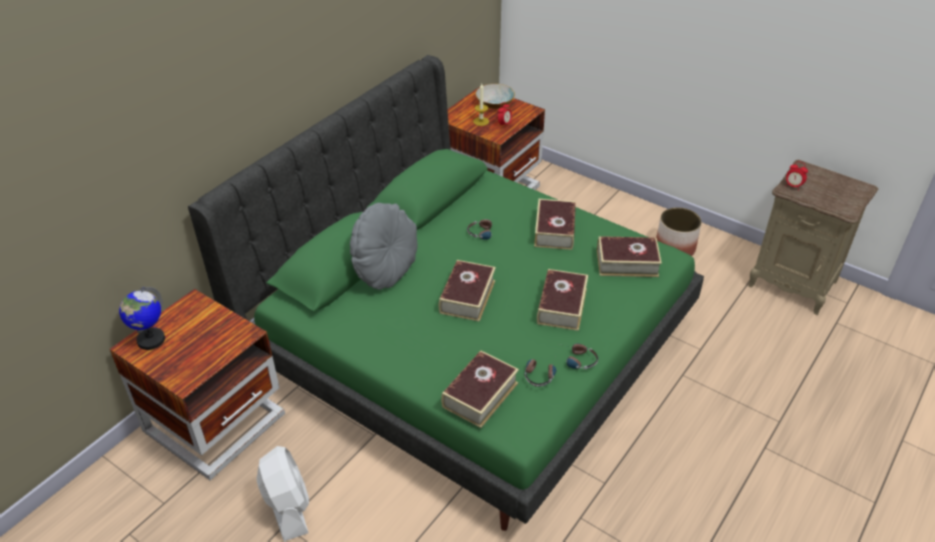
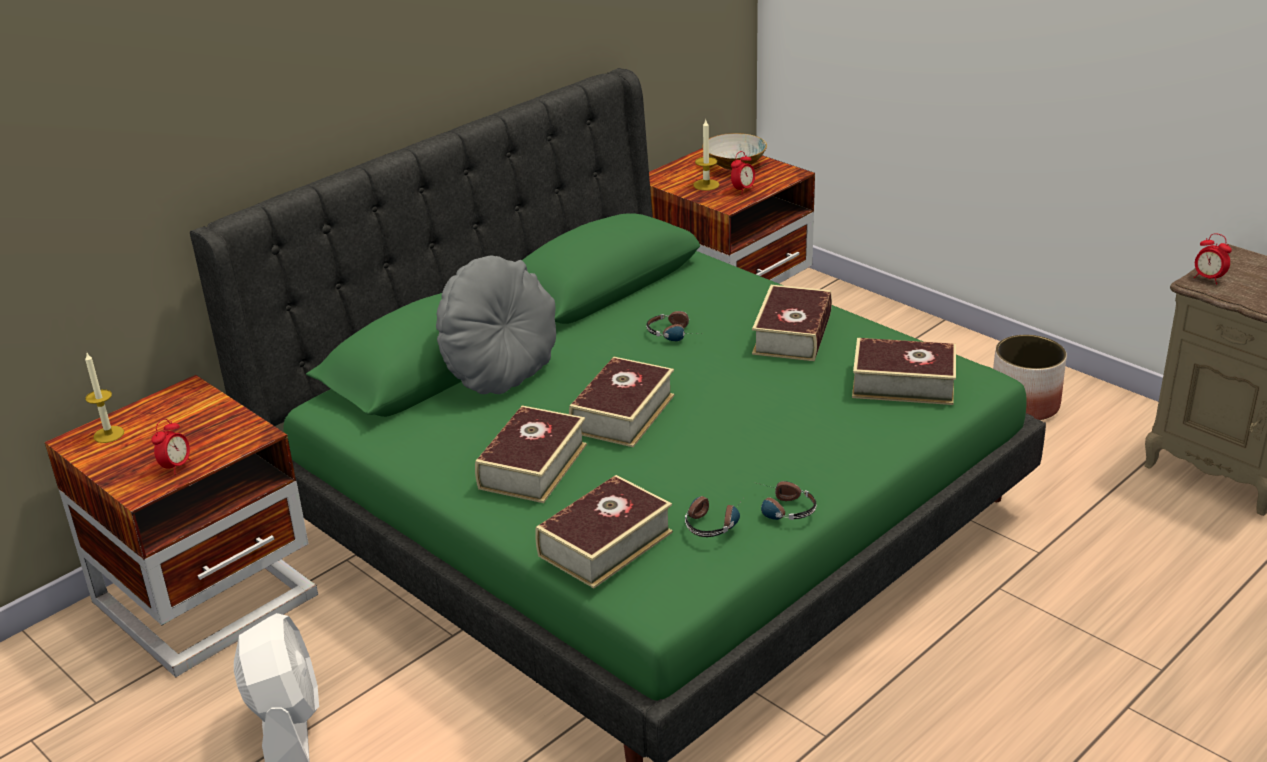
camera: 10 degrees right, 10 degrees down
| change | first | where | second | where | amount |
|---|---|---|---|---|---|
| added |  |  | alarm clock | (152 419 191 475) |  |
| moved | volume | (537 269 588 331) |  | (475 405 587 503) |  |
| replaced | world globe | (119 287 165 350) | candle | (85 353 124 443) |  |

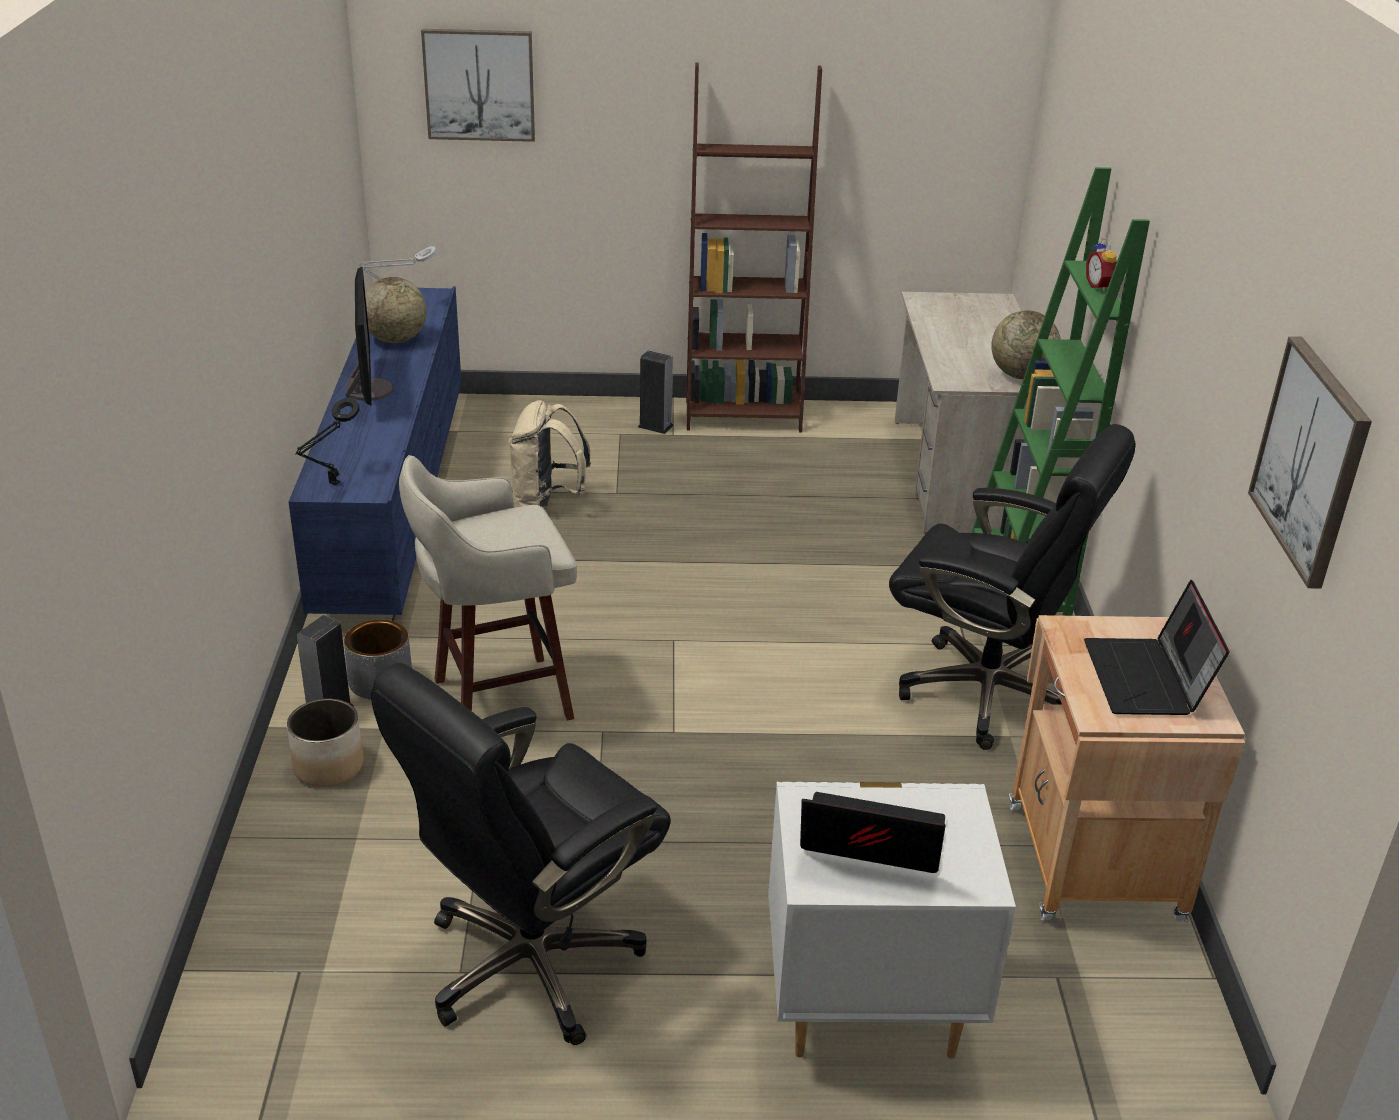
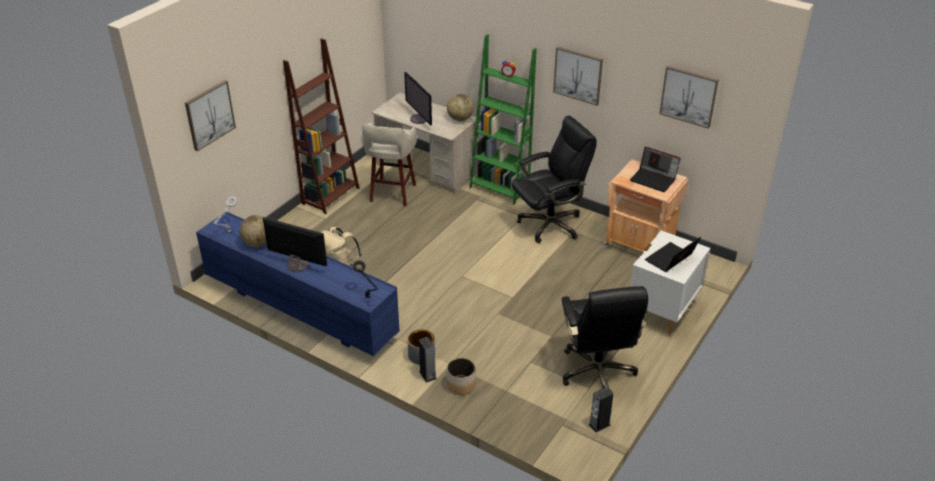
camera: 55 degrees left, 5 degrees up
| change | first | where | second | where | amount |
|---|---|---|---|---|---|
| added |  |  | computer display | (404 72 432 126) |  |
| added |  |  | wall art | (553 47 603 106) |  |
| moved | sand-coloured stool seat | (399 455 577 720) |  | (362 122 417 206) |  |
| moved | audio speaker | (638 351 674 434) |  | (588 386 614 432) |  |

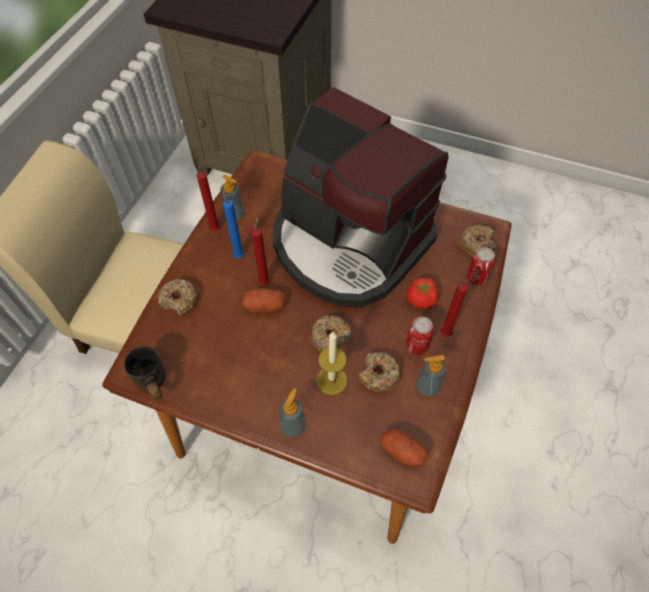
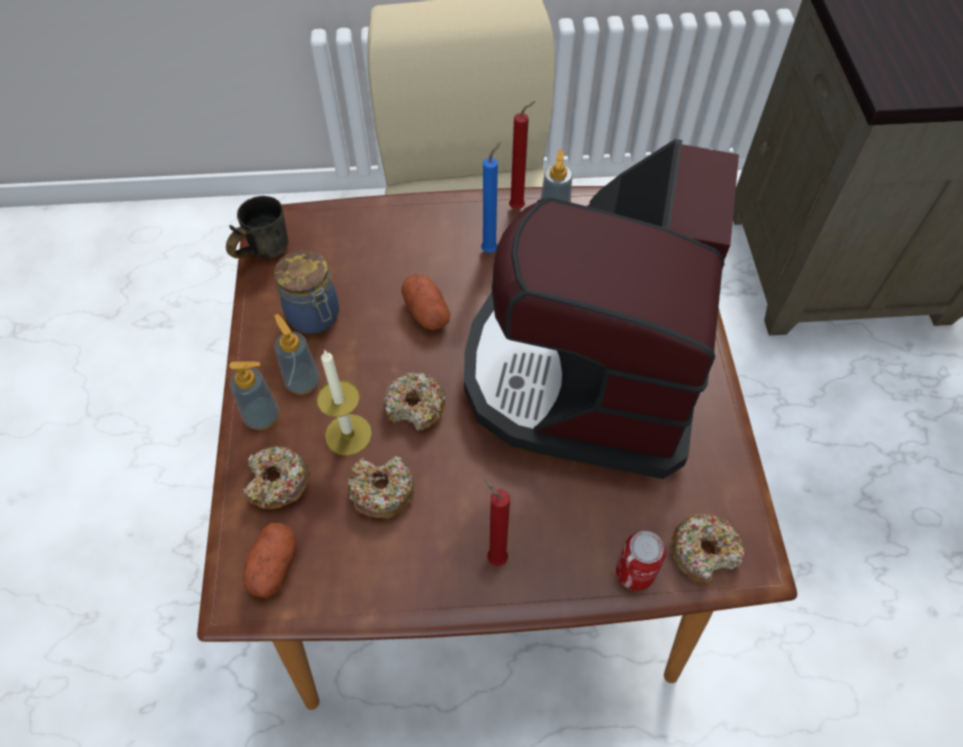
camera: 65 degrees right, 0 degrees up
| change | first | where | second | where | amount |
|---|---|---|---|---|---|
| removed | reddish candle | (251 217 270 285) |  |  |  |
| removed | fresh tomato | (406 278 438 309) |  |  |  |
| removed | sealed can | (406 317 434 355) |  |  |  |
| added |  |  | storage jar | (274 250 339 334) |  |
| moved | ring doughnut | (158 279 198 315) |  | (243 446 310 509) |  |
| moved | soap dispenser | (416 355 446 397) |  | (274 314 320 395) |  |

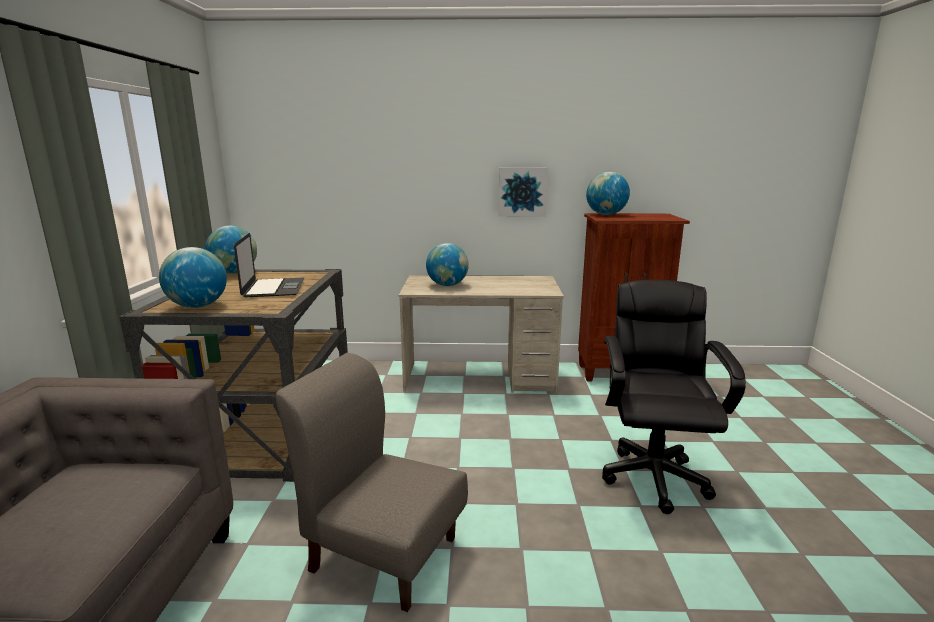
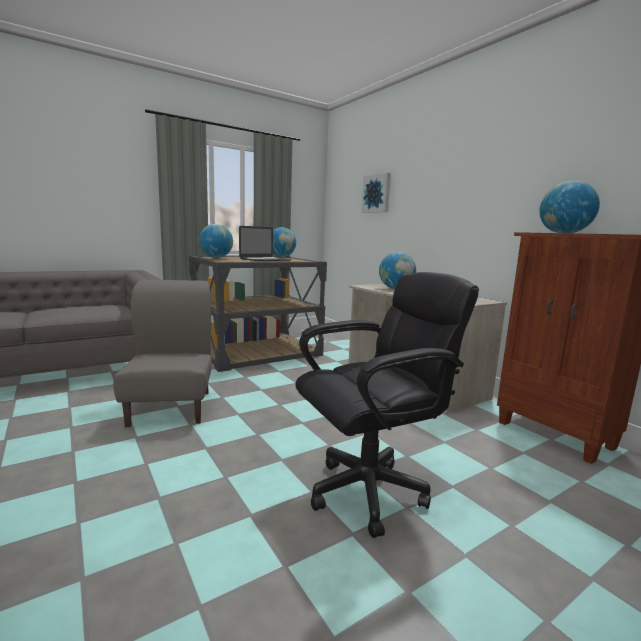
camera: 55 degrees right, 5 degrees down
| change | first | where | second | where | amount |
|---|---|---|---|---|---|
| moved | wall art | (498 167 548 217) |  | (361 173 391 213) |  |

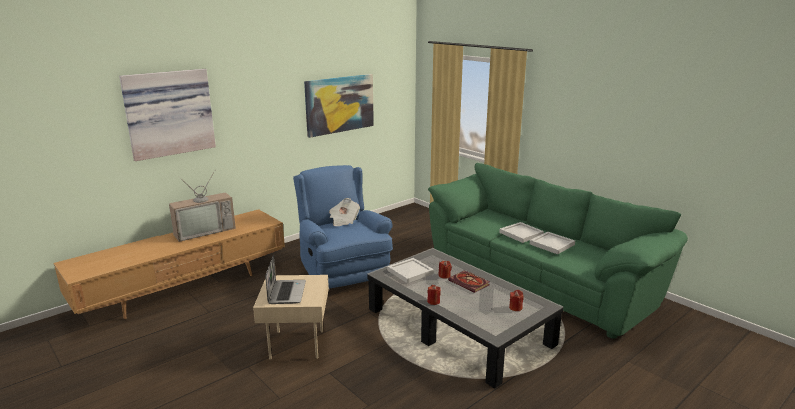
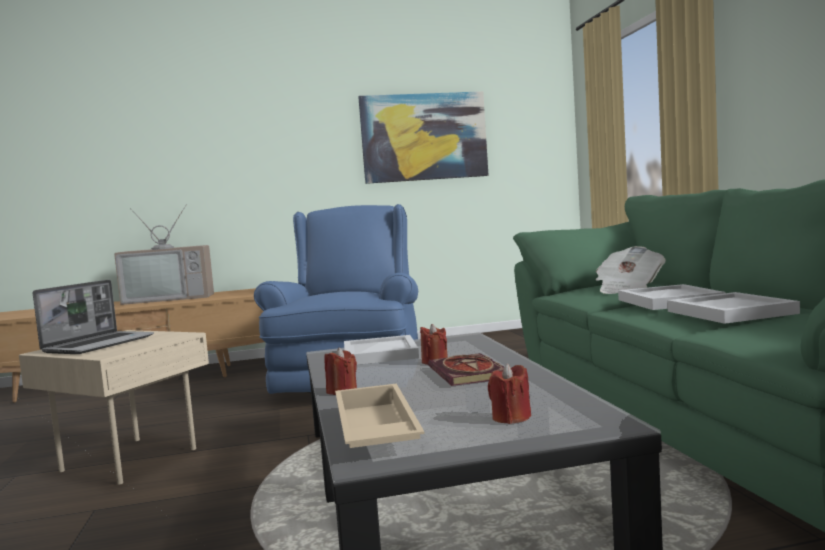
camera: 30 degrees right, 15 degrees down
| change | first | where | second | where | amount |
|---|---|---|---|---|---|
| removed | wall art | (119 69 216 161) |  |  |  |
| added |  |  | sand-coloured serving tray | (335 384 425 448) |  |
| moved | daily paper | (329 198 360 226) |  | (596 246 666 294) |  |

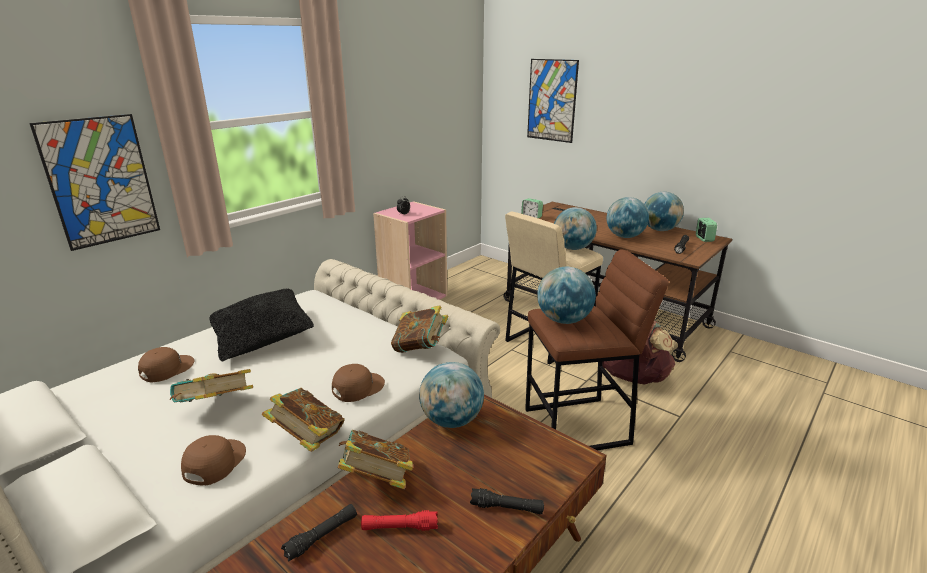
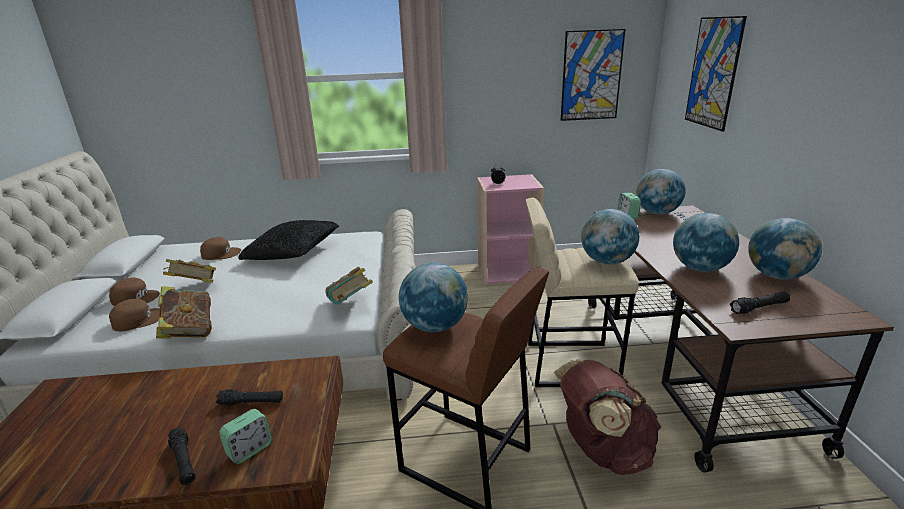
camera: 45 degrees right, 0 degrees up
| change | first | where | second | where | amount |
|---|---|---|---|---|---|
| removed | volume | (338 430 413 489) |  |  |  |
| removed | reddish hand torch | (361 510 438 531) |  |  |  |
| moved | wall art | (29 114 160 251) |  | (561 29 625 121) |  |
| moved | black-coloured hand torch | (281 504 357 562) |  | (216 389 283 406) |  |
| moved | brown peaked cap | (332 364 385 402) |  | (109 278 160 306) |  |
| moved | world globe | (419 362 484 428) |  | (637 169 686 214) |  |
| moved | alarm clock | (696 218 717 242) |  | (219 409 272 464) |  |

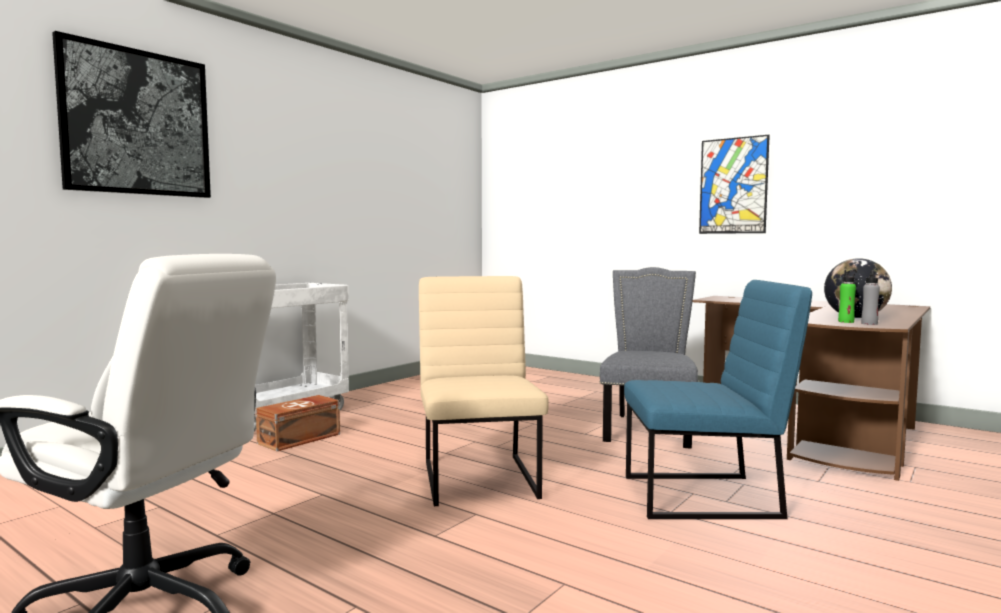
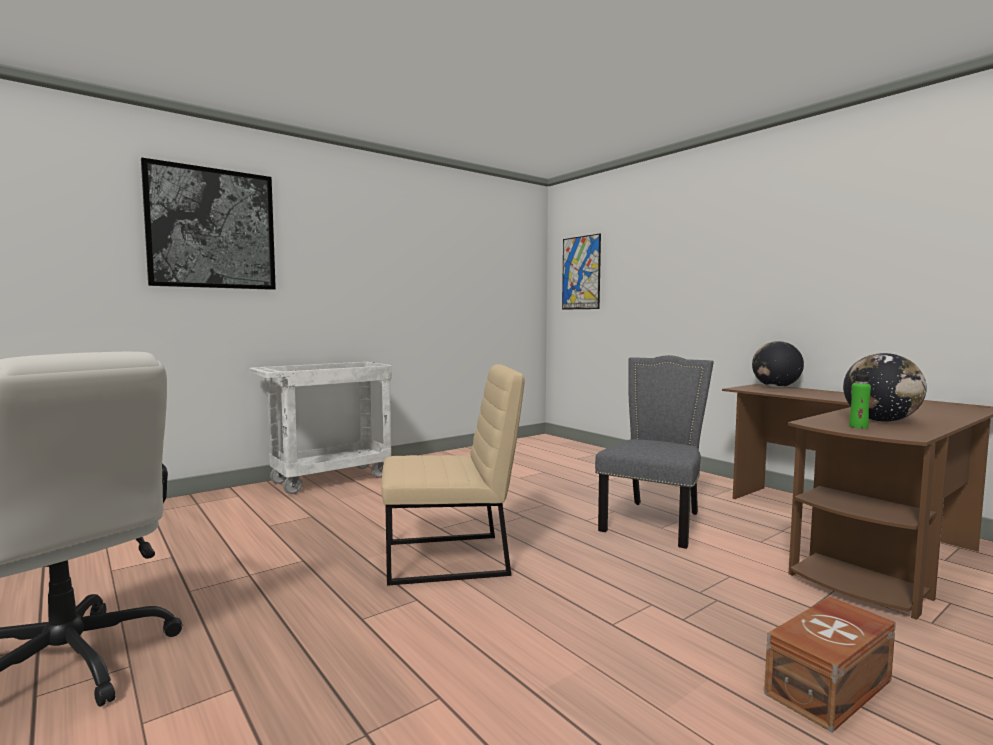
camera: 15 degrees right, 0 degrees up
| change | first | where | second | where | amount |
|---|---|---|---|---|---|
| removed | blue-coloured chair | (624 280 812 519) |  |  |  |
| removed | gray beverage bottle | (861 270 880 325) |  |  |  |
| added |  |  | world globe | (752 341 804 387) |  |
| moved | brown storage container | (256 395 340 451) |  | (764 596 896 733) |  |
| moved | wall art | (699 135 770 234) |  | (562 233 601 310) |  |
| turned | sand-coloured chair | (419 276 549 506) |  | (381 364 524 586) | 75 degrees clockwise |

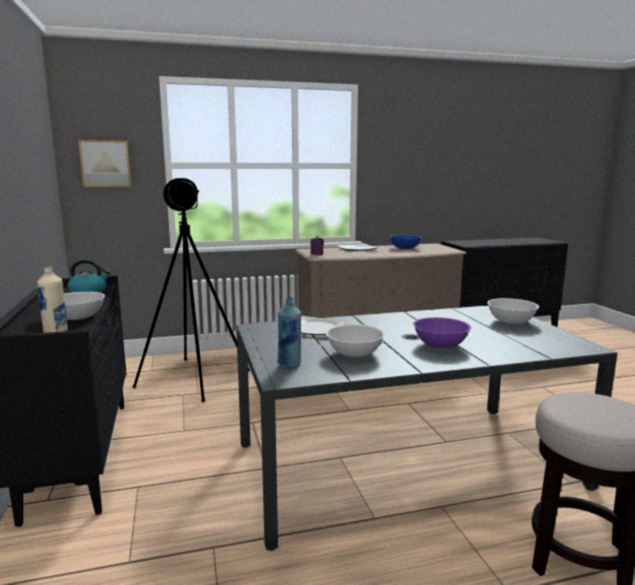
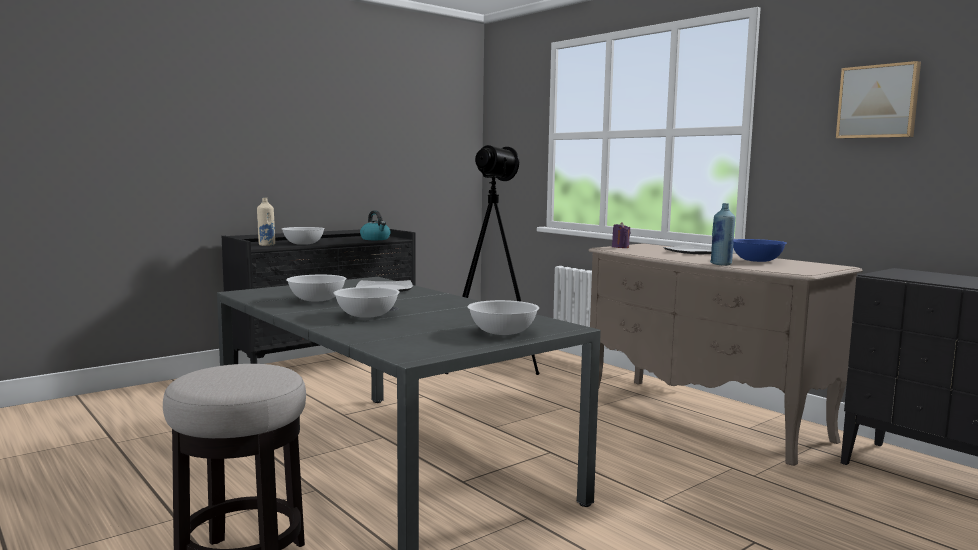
camera: 65 degrees right, 5 degrees down
| change | first | where | second | where | amount |
|---|---|---|---|---|---|
| moved | wall art | (78 140 131 187) |  | (836 61 921 139) |  |
| moved | blue-coloured beverage bottle | (278 297 301 367) |  | (711 203 735 266) |  |
| recoloured | purple-coloured deep dish | (413 317 471 348) | whitish deep dish | (334 287 400 318) |  |

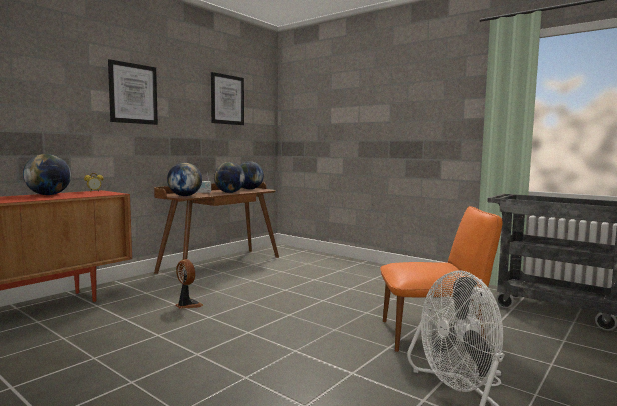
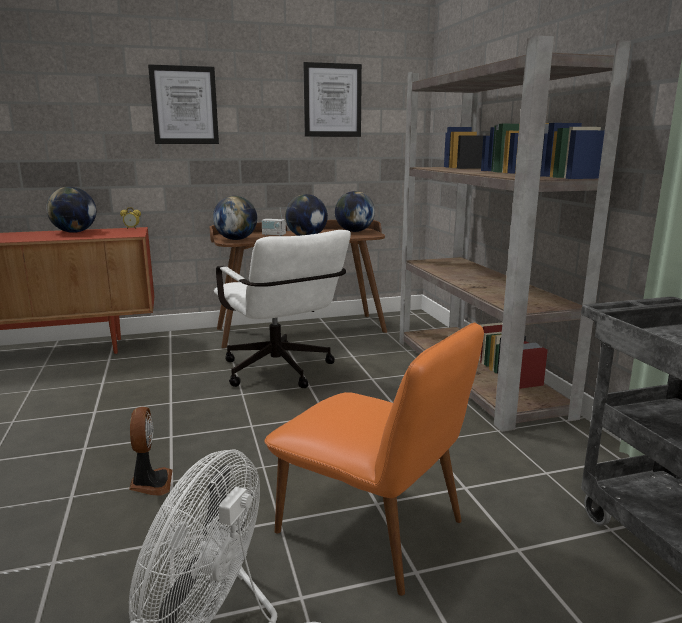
camera: 35 degrees right, 10 degrees up
| change | first | where | second | where | amount |
|---|---|---|---|---|---|
| added |  |  | whitish desk chair | (214 230 351 388) |  |
| added |  |  | brown bookshelf | (399 35 631 432) |  |
| moved | cooling fan | (175 259 203 309) |  | (129 407 173 496) |  |

